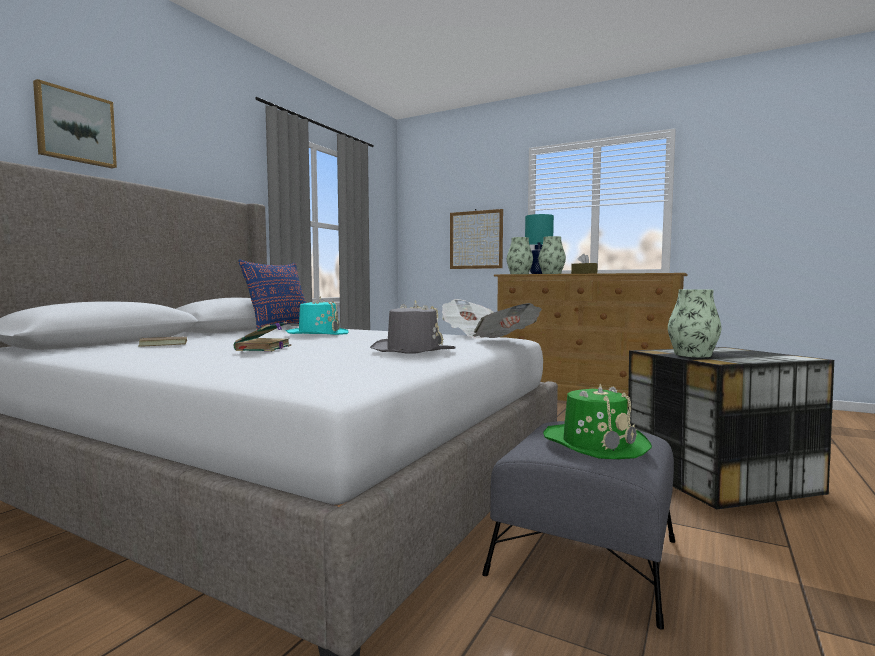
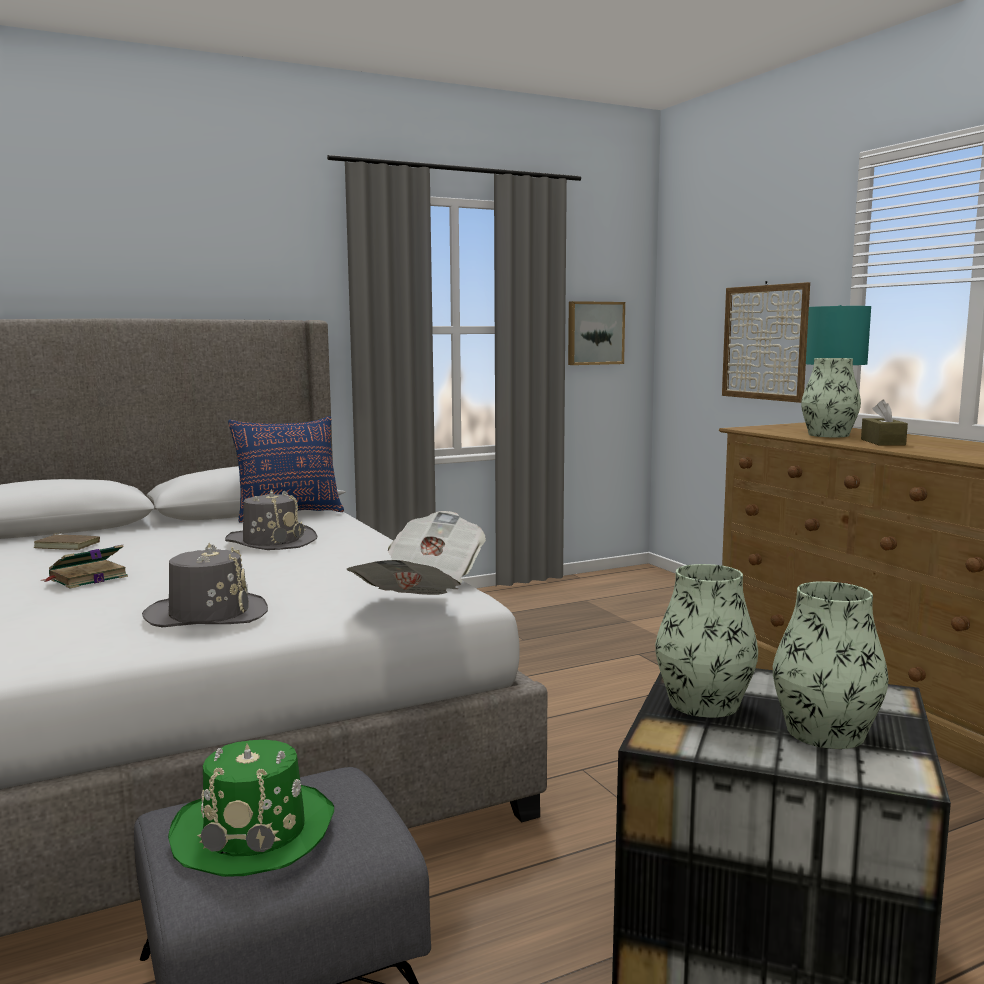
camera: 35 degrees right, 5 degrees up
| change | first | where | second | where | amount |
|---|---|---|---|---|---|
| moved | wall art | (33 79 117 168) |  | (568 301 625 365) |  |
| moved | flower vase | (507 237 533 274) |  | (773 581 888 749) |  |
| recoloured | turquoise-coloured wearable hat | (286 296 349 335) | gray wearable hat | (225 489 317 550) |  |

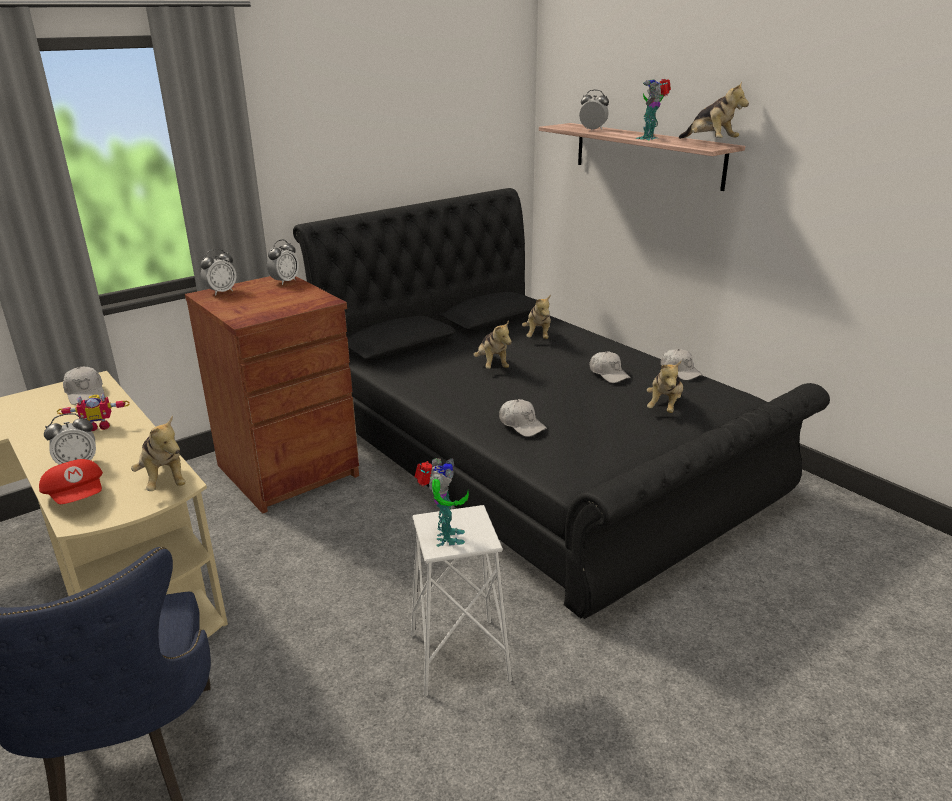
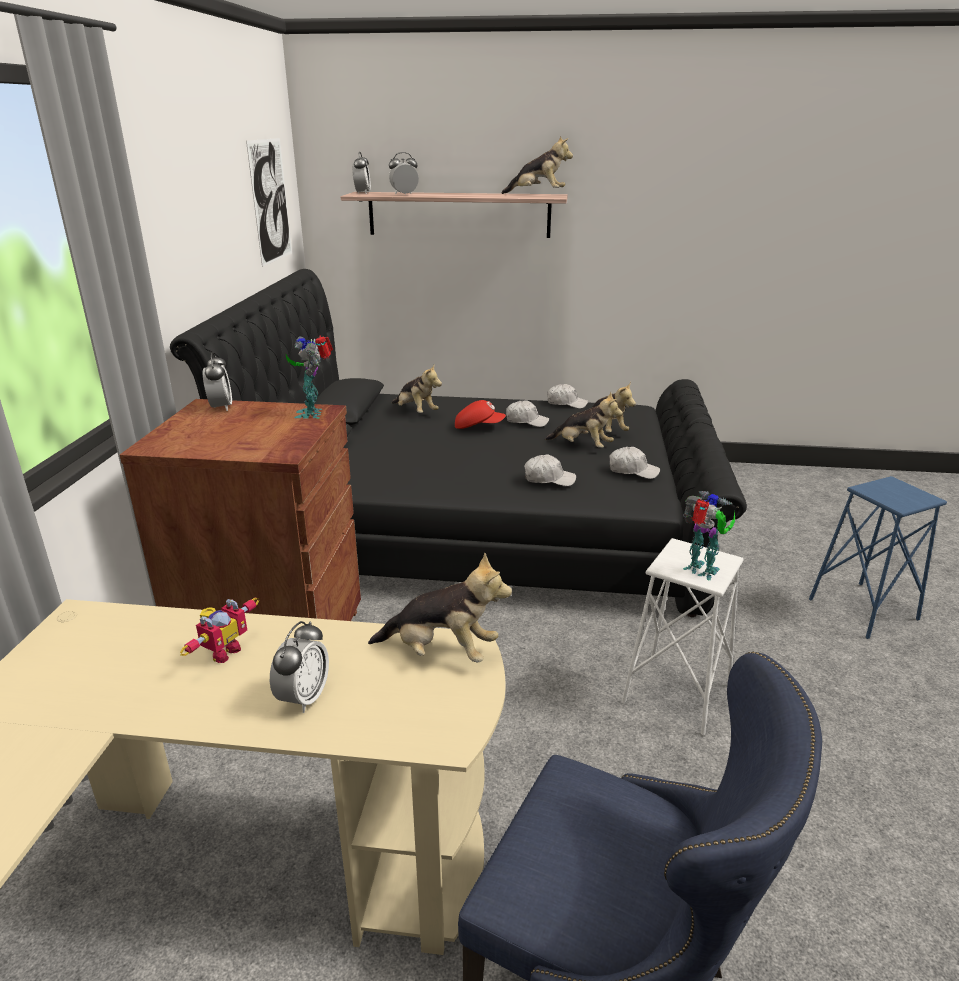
camera: 45 degrees left, 0 degrees up
| change | first | where | second | where | amount |
|---|---|---|---|---|---|
| added |  |  | wall art | (246 138 292 267) |  |
| added |  |  | blue-coloured stool seat | (809 476 947 639) |  |
| moved | reddish peaked cap | (39 459 103 504) |  | (455 400 506 429) |  |
| moved | whitish peaked cap | (63 367 104 405) |  | (609 447 660 479) |  |
| moved | alarm clock | (200 249 236 295) |  | (352 152 371 193) |  |
| moved | soft toy | (473 320 512 369) |  | (545 392 623 448) |  |
| moved | toy robot | (635 79 671 140) |  | (286 336 333 419) |  |

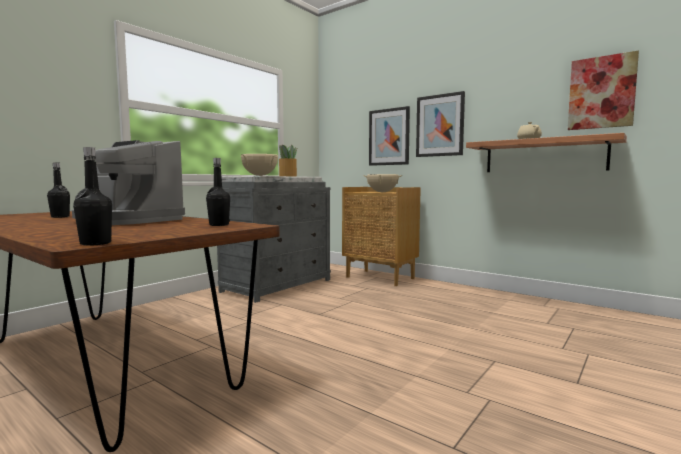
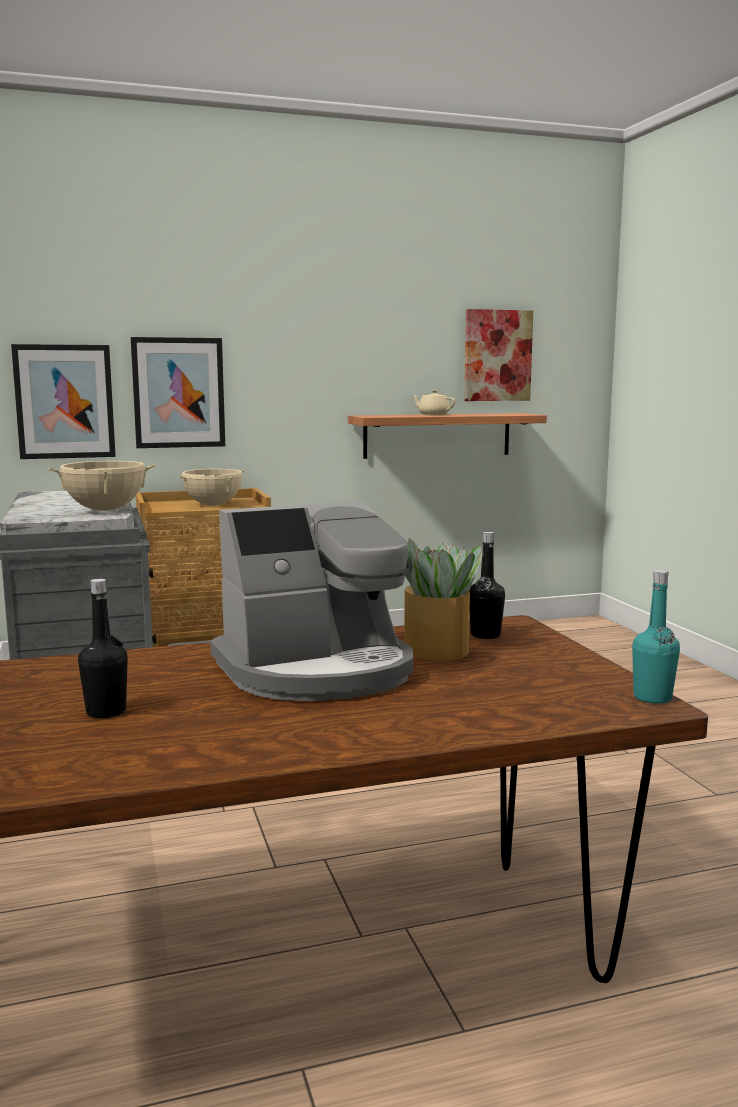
camera: 55 degrees left, 5 degrees up
| change | first | where | second | where | amount |
|---|---|---|---|---|---|
| moved | potted plant | (279 145 298 177) |  | (404 538 483 661) |  |
| moved | wall art | (416 91 465 157) |  | (11 344 116 459) |  |
| recoloured | black-coloured beverage bottle | (73 147 112 246) | turquoise-coloured beverage bottle | (632 570 680 704) |  |

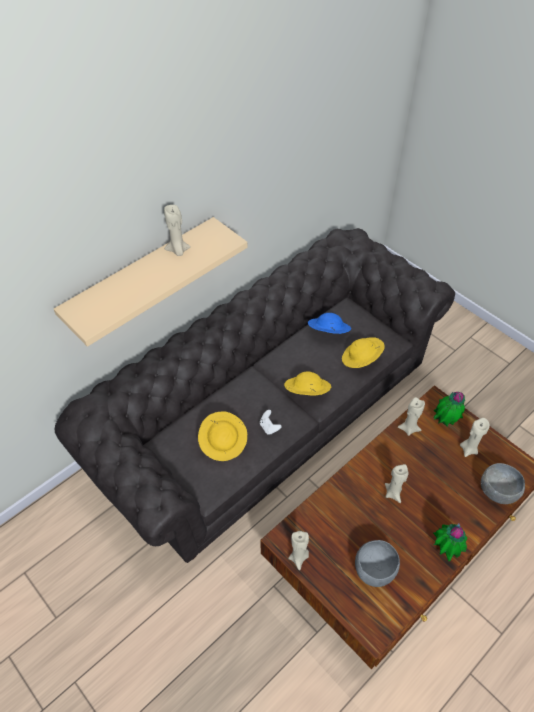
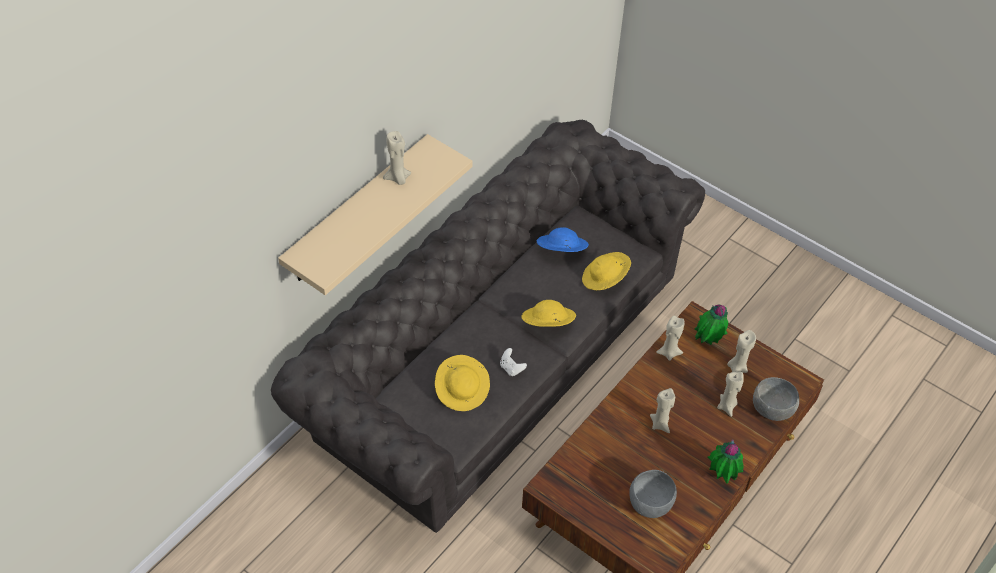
camera: 10 degrees left, 0 degrees up
| change | first | where | second | where | amount |
|---|---|---|---|---|---|
| moved | sand-coloured candle | (288 531 309 570) |  | (717 372 744 417) |  |

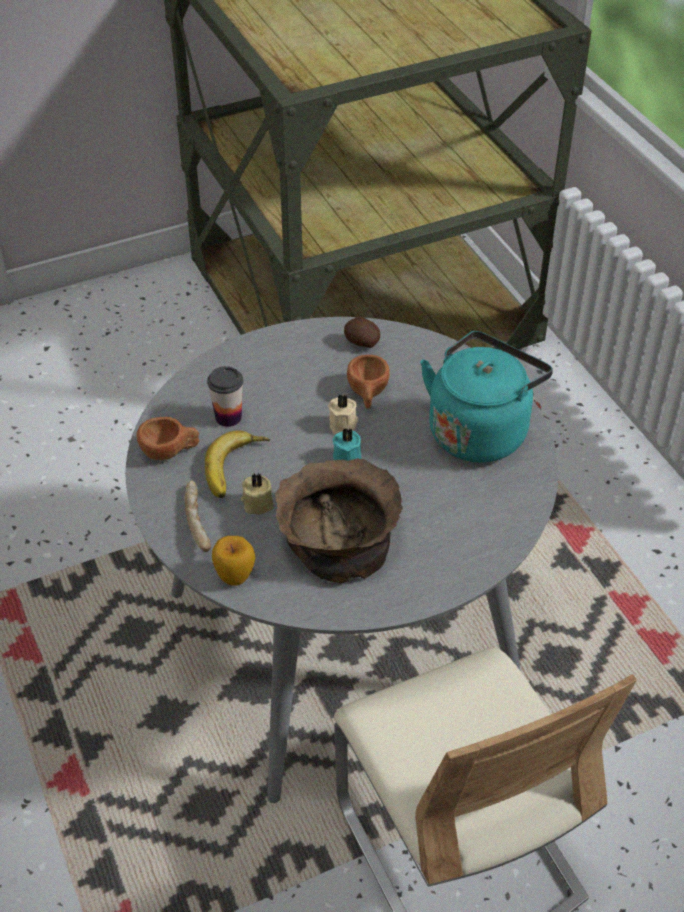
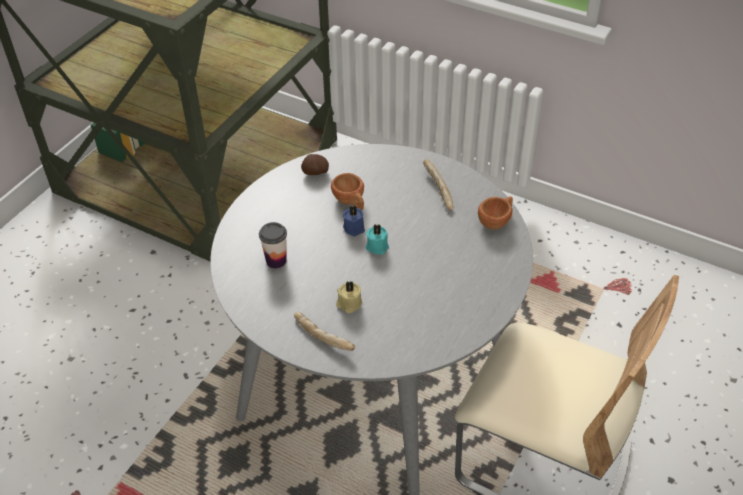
camera: 35 degrees left, 0 degrees up
| change | first | where | second | where | amount |
|---|---|---|---|---|---|
| removed | banana | (205 430 270 498) |  |  |  |
| removed | apple fruit | (212 536 255 586) |  |  |  |
| removed | brown deep dish | (275 458 403 583) |  |  |  |
| moved | brown small cup | (136 417 199 460) |  | (478 196 513 230) |  |
| replaced | turquoise-coloured tea kettle | (420 331 553 462) | baked bread | (423 159 453 210) |  |
| recoloured | sand-coloured candle | (328 395 358 434) | blue-coloured candle | (343 206 365 236) |  |

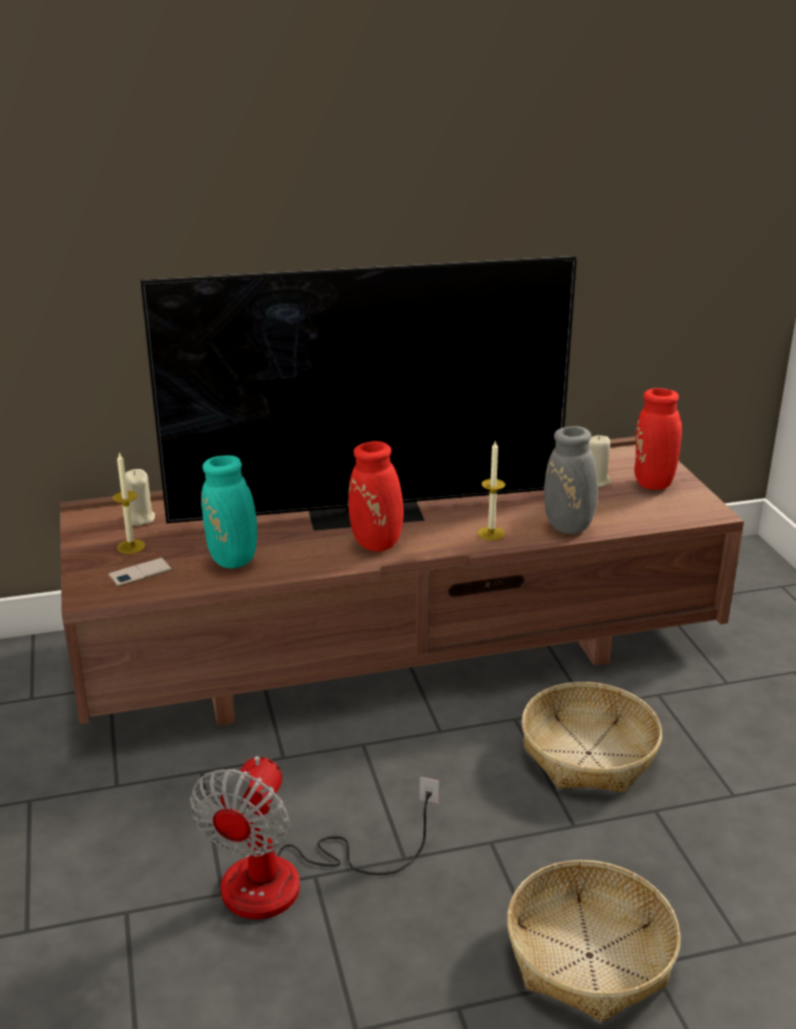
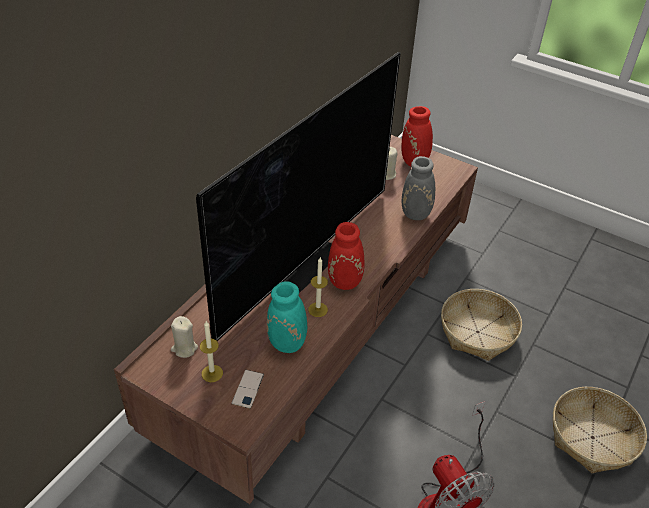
camera: 45 degrees left, 15 degrees up
| change | first | where | second | where | amount |
|---|---|---|---|---|---|
| moved | candle | (478 440 505 541) |  | (308 257 328 317) |  |

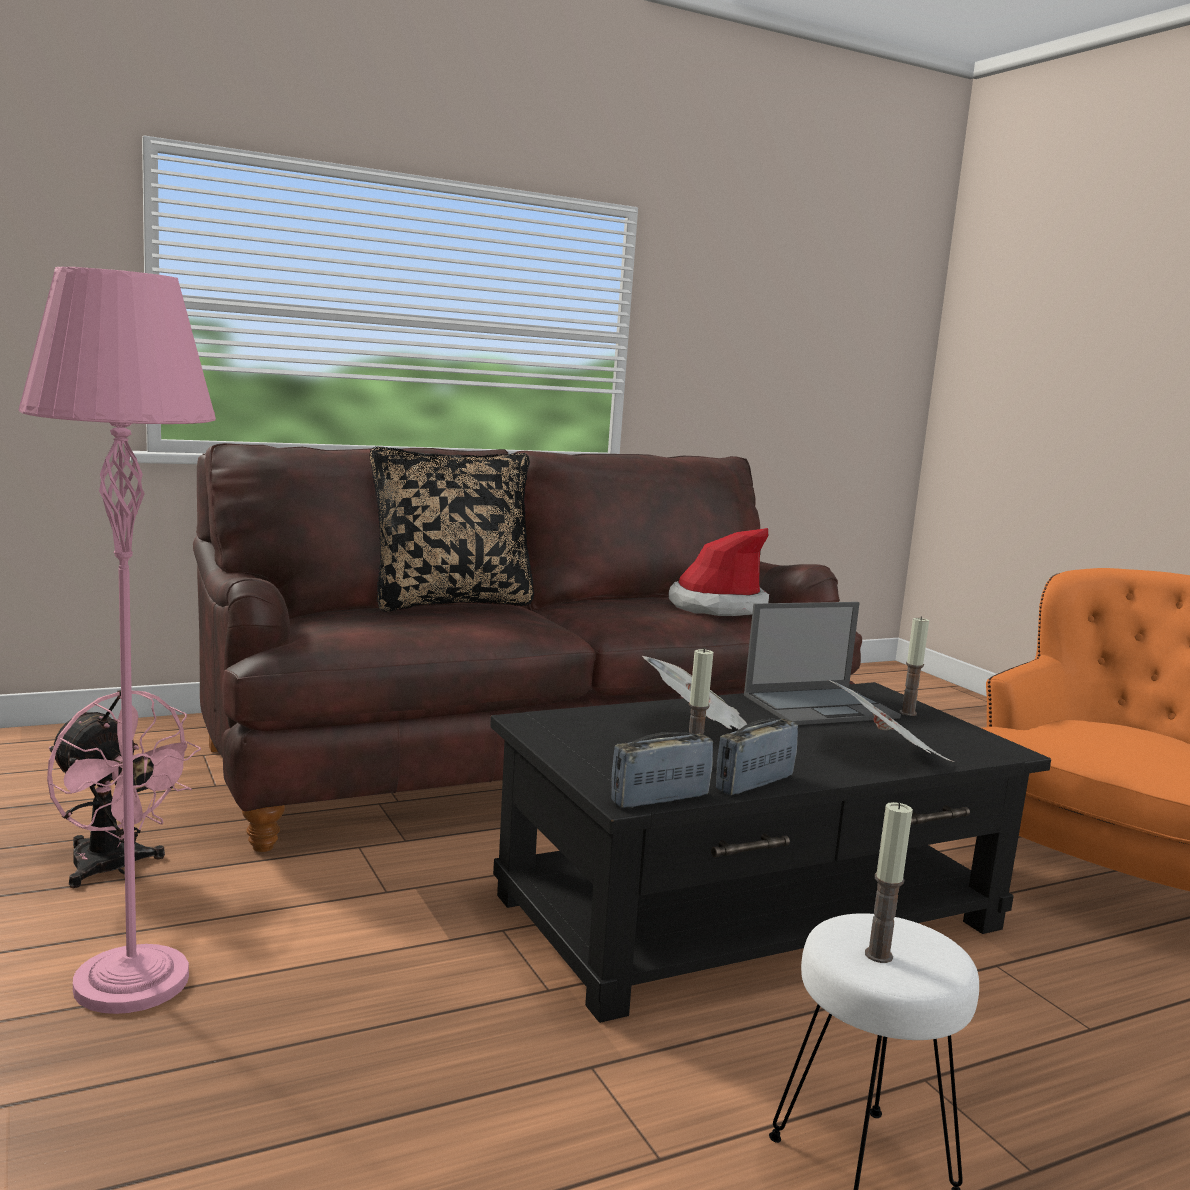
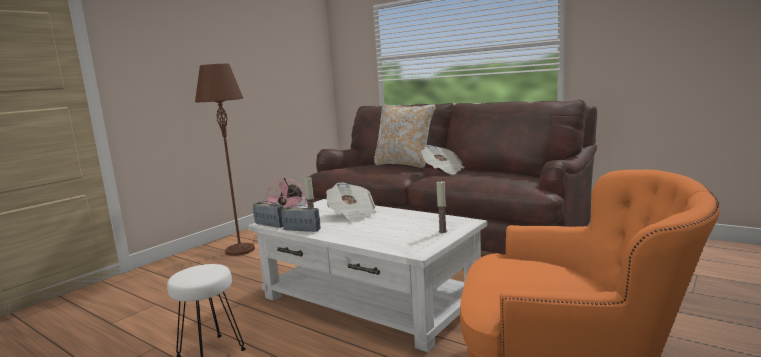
camera: 65 degrees right, 0 degrees up
| change | first | where | second | where | amount |
|---|---|---|---|---|---|
| removed | wearable hat | (668 528 769 616) |  |  |  |
| removed | notebook computer | (744 602 901 725) |  |  |  |
| removed | candle | (865 802 913 963) |  |  |  |
| moved | daily paper | (828 680 954 762) |  | (421 145 465 175) |  |
| recoloured | pink standard lamp | (19 267 216 1014) | brown standard lamp | (195 64 255 256) |  |
| recoloured | black-coloured cushion | (369 446 534 612) | whitish cushion | (374 104 436 168) |  |
| recoloured | black-coloured lounge table | (490 682 1051 1023) | whitish lounge table | (248 199 487 352) |  |

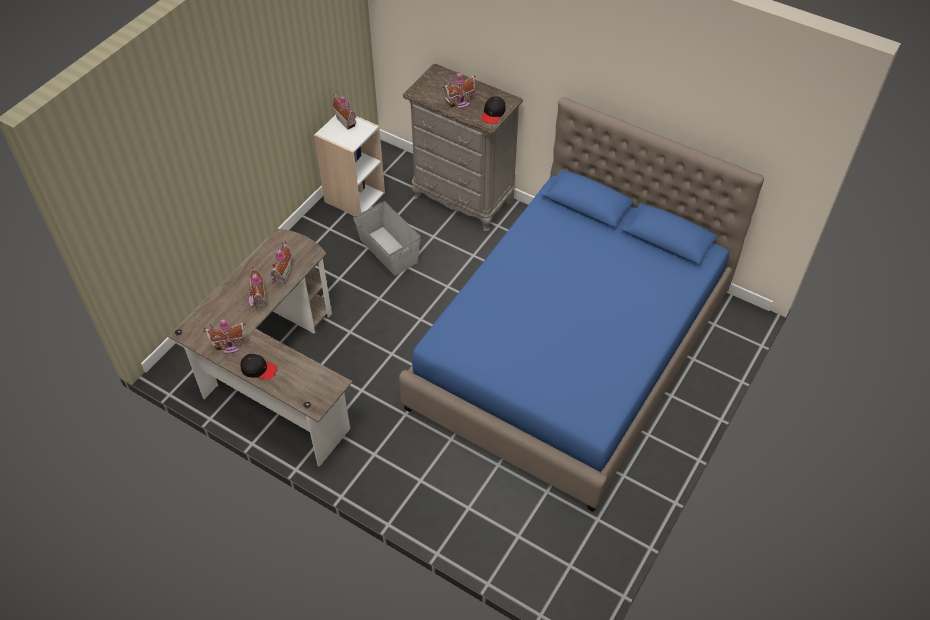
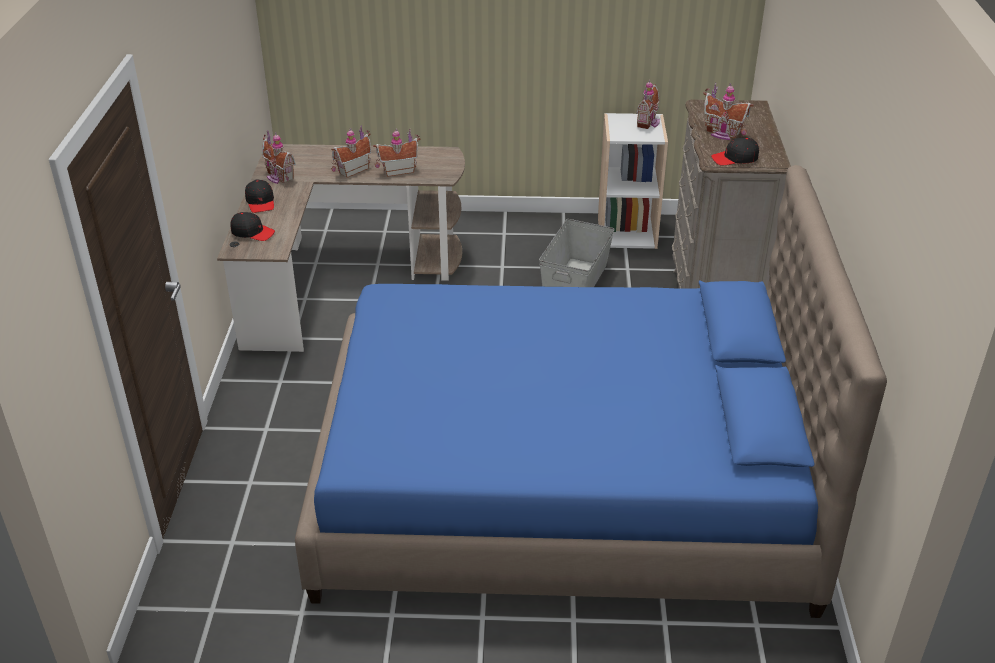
camera: 60 degrees right, 15 degrees down
| change | first | where | second | where | amount |
|---|---|---|---|---|---|
| added |  |  | black-coloured peaked cap | (230 212 275 241) |  |

